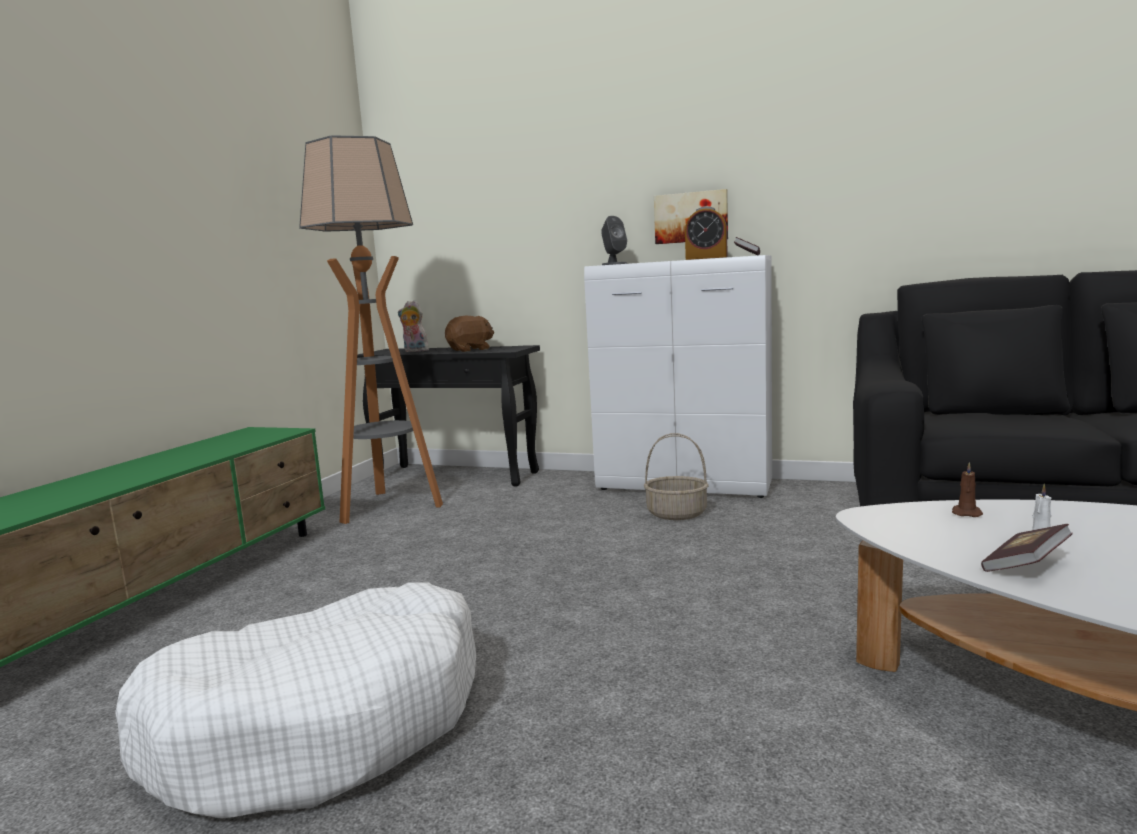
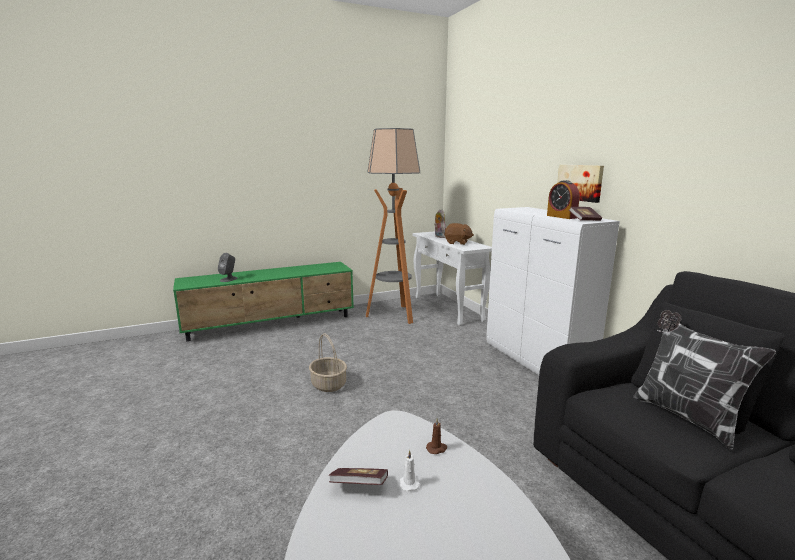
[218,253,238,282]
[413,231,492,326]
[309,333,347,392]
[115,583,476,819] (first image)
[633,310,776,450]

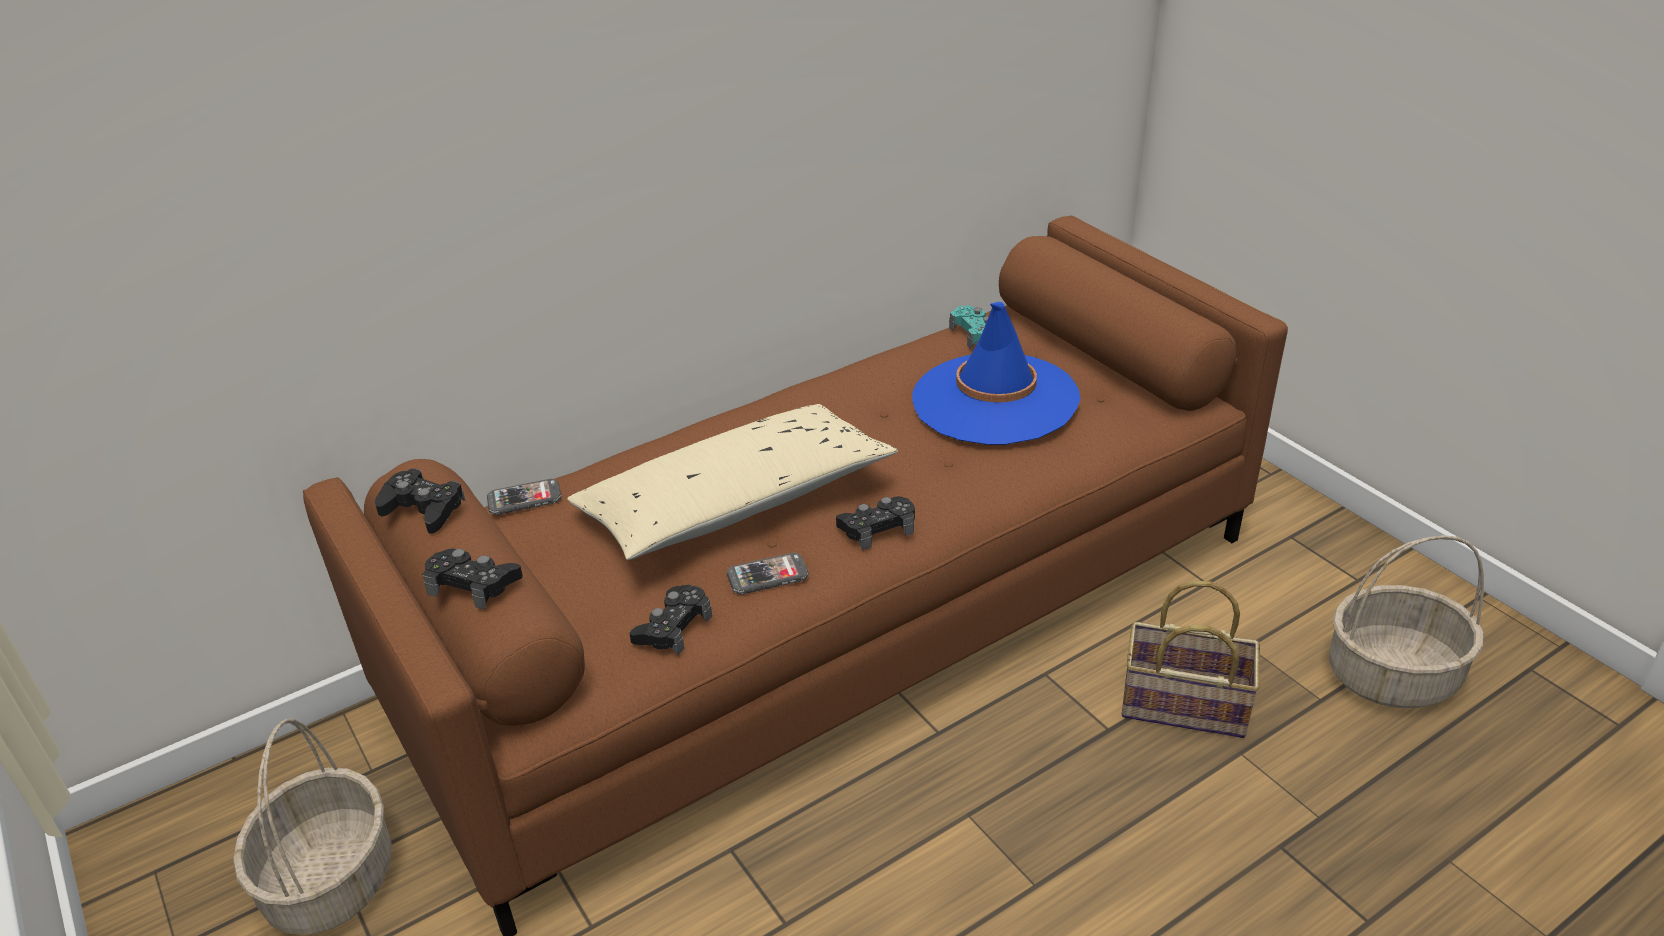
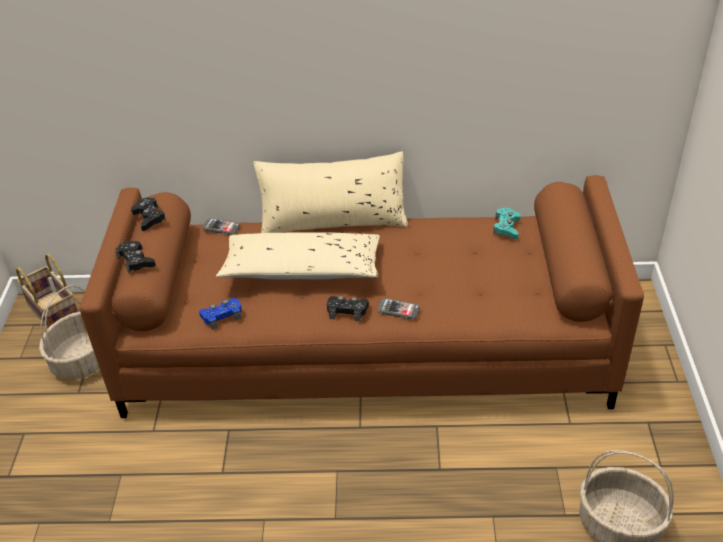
[912,302,1080,445] (first image)
[377,298,420,320]
[16,253,78,328]
[199,298,242,330]
[254,151,408,233]

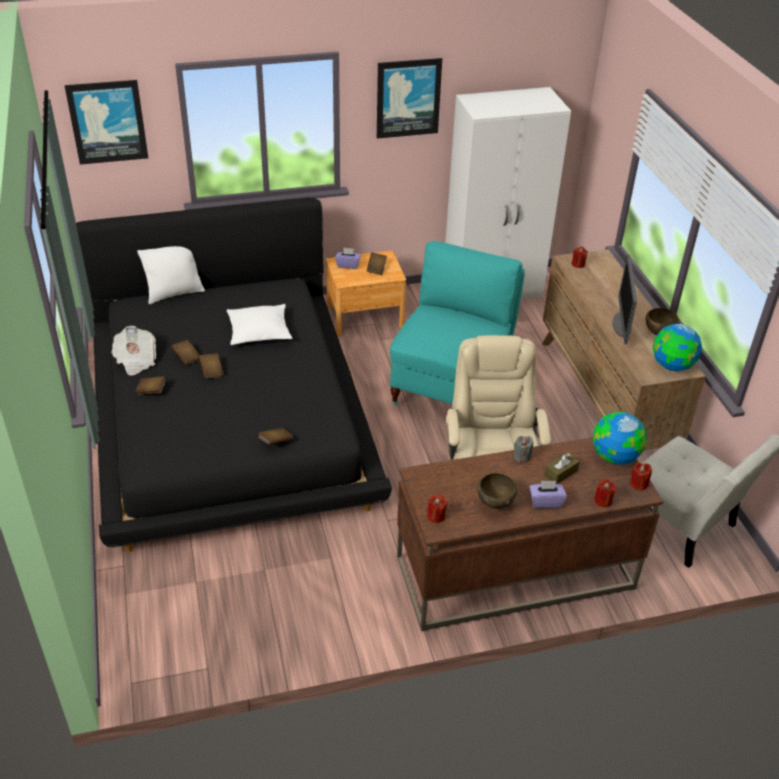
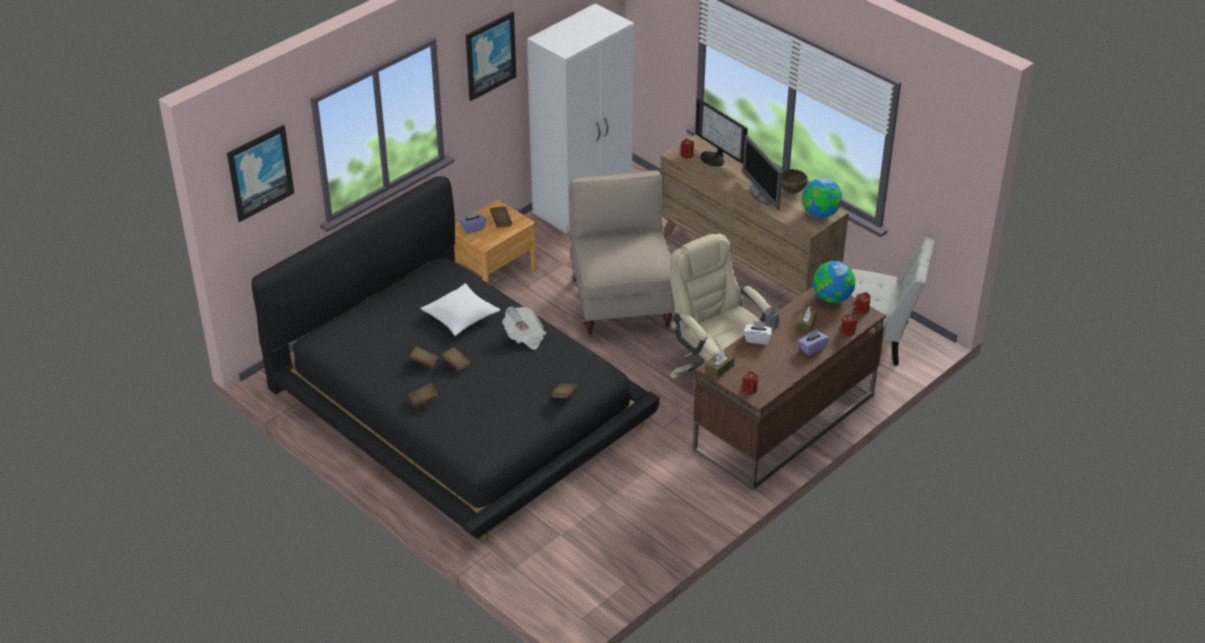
[569,170,673,338]
[137,246,205,304] (first image)
[502,307,546,350]
[478,473,517,509] (first image)
[695,98,748,166]
[744,321,773,345]
[707,350,735,378]

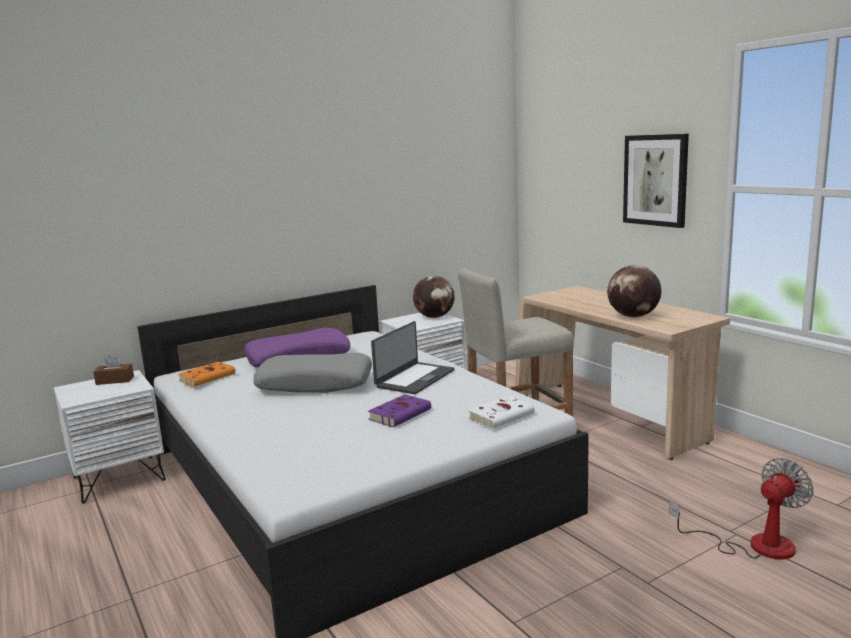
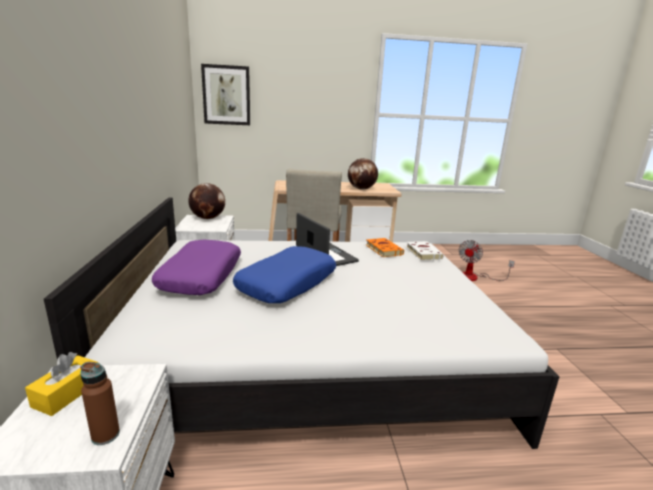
[201,64,250,125]
[233,246,336,303]
[25,352,98,416]
[366,238,404,257]
[368,394,431,427] (first image)
[459,240,515,281]
[80,362,120,445]

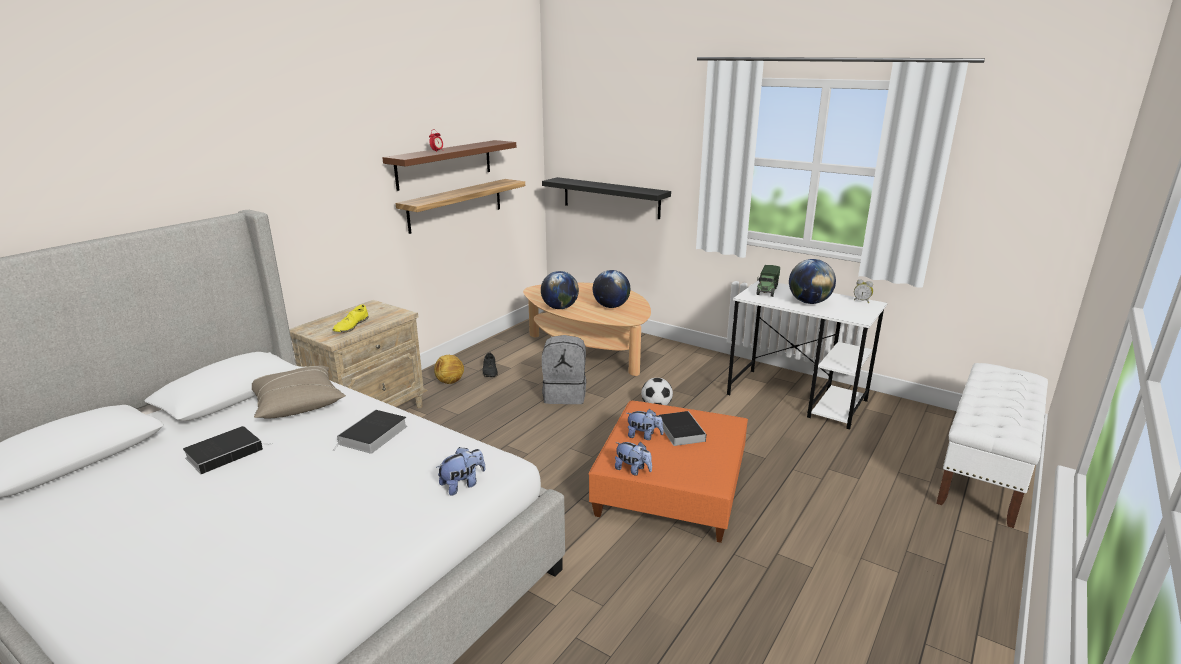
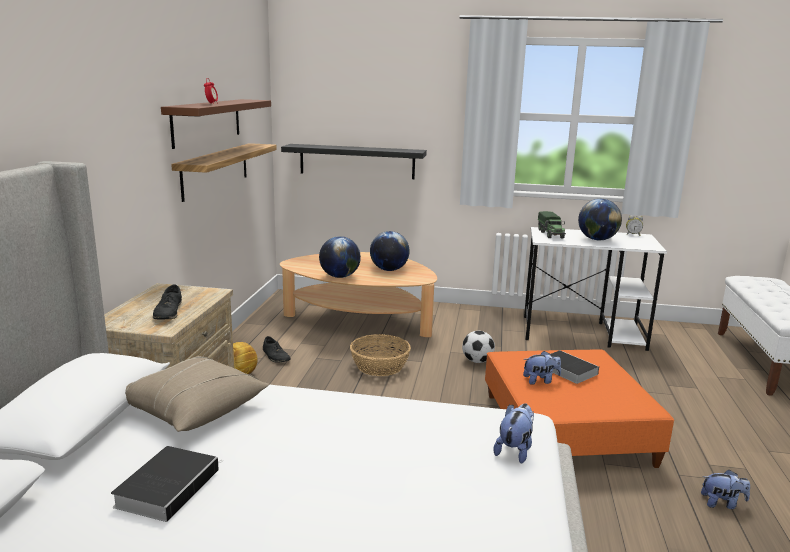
[153,284,182,320]
[350,334,411,376]
[333,410,407,454] (first image)
[701,469,750,509]

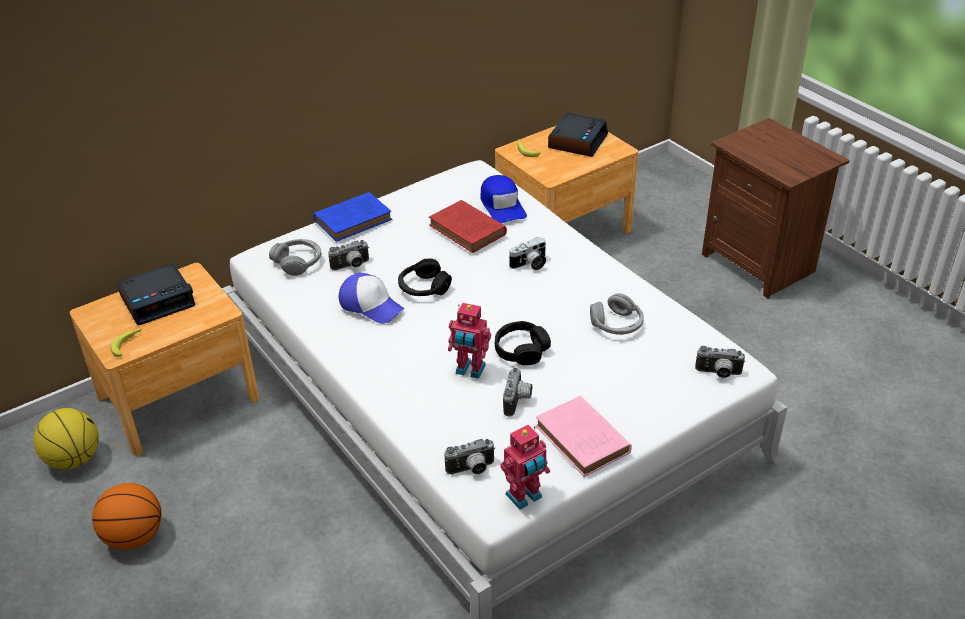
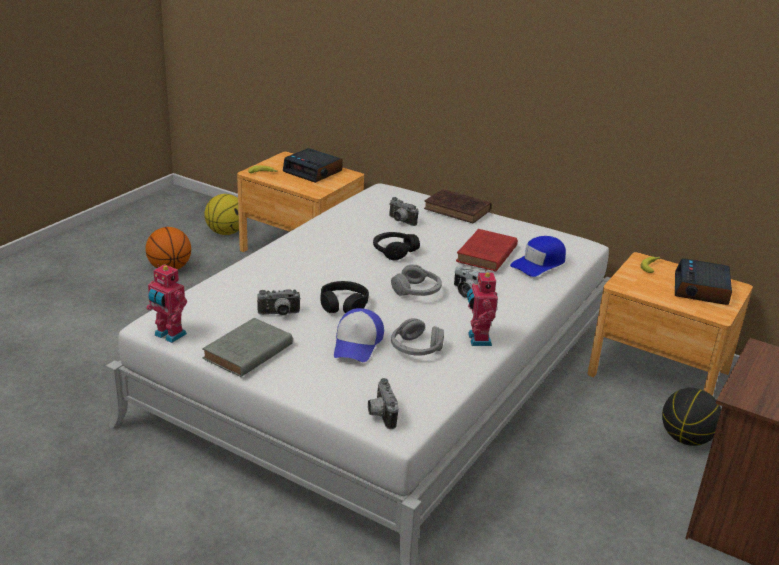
[675,258,732,305]
[424,189,492,223]
[391,264,442,296]
[334,308,384,362]
[467,269,498,346]
[202,318,293,377]
[445,439,496,474] (first image)
[662,388,721,446]

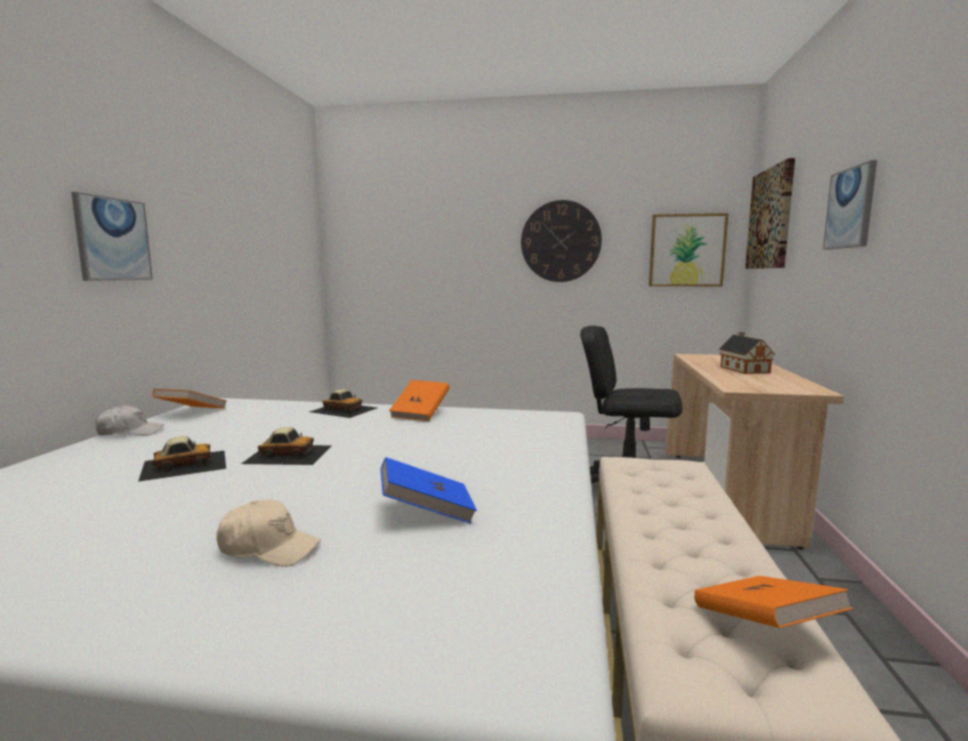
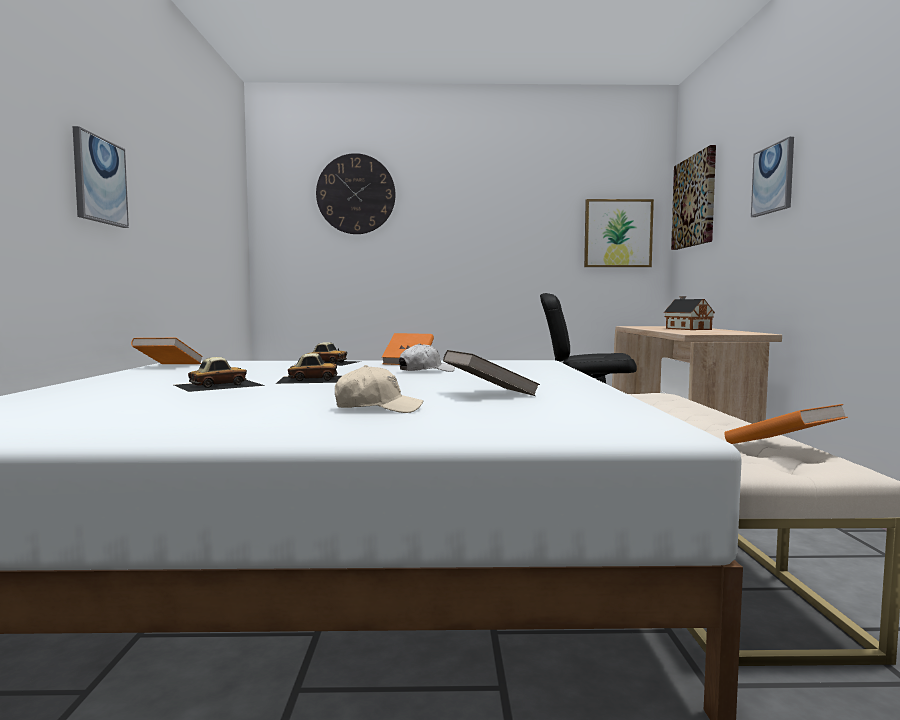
[316,153,395,234]
[399,343,455,372]
[443,350,540,396]

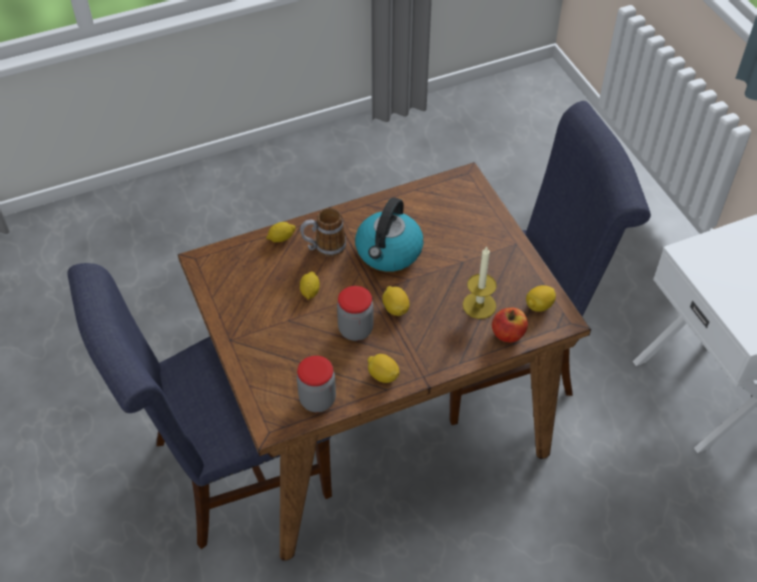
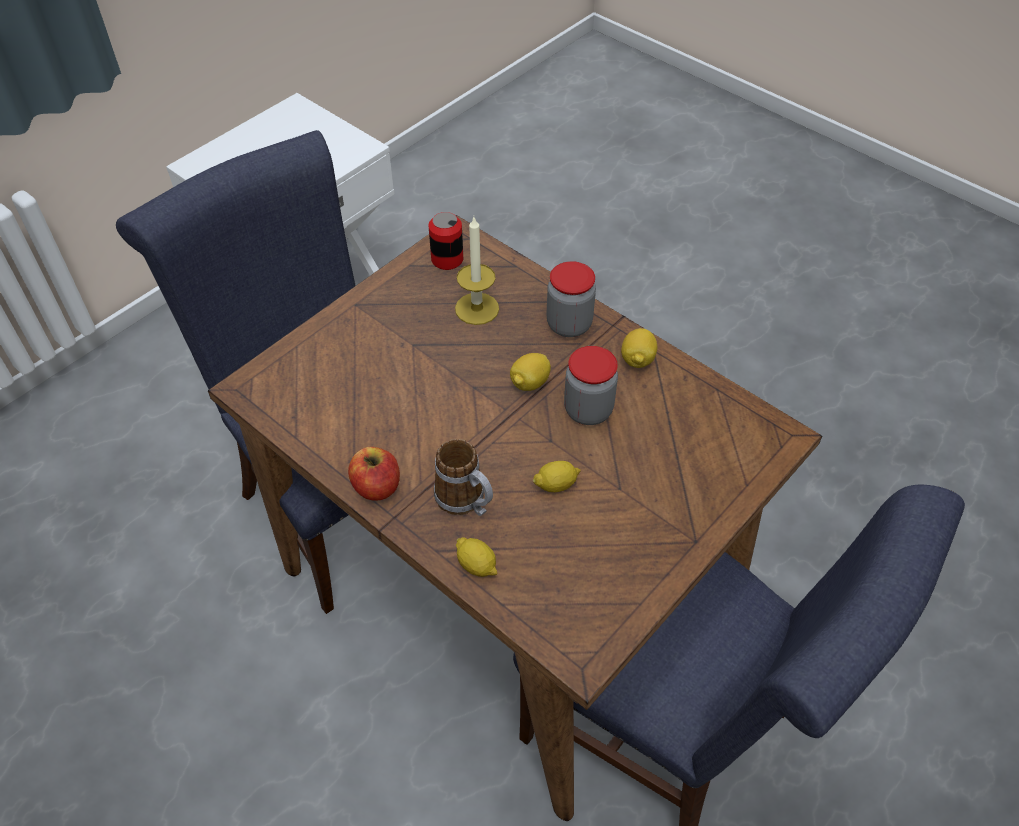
[355,197,424,272] (first image)
[429,212,463,270]
[348,447,400,501]
[546,261,596,337]

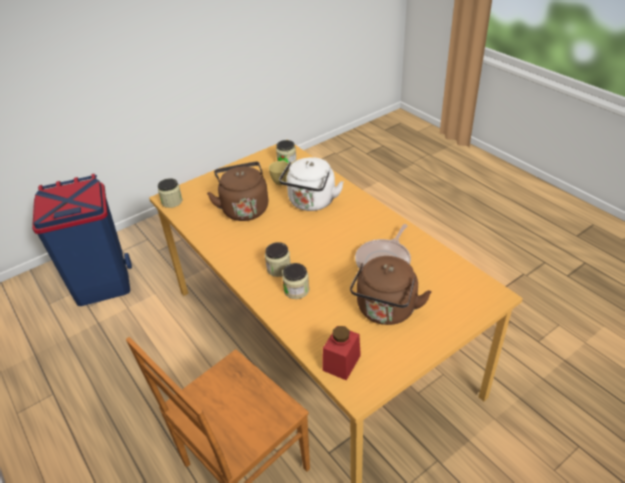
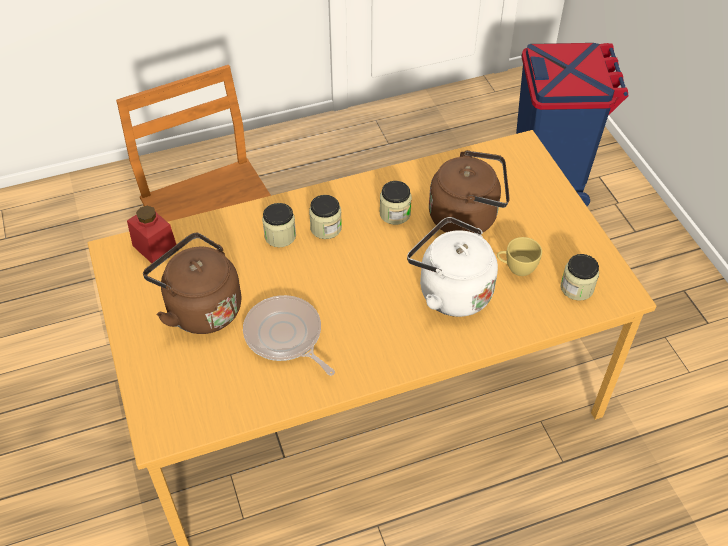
[380,181,412,225]

